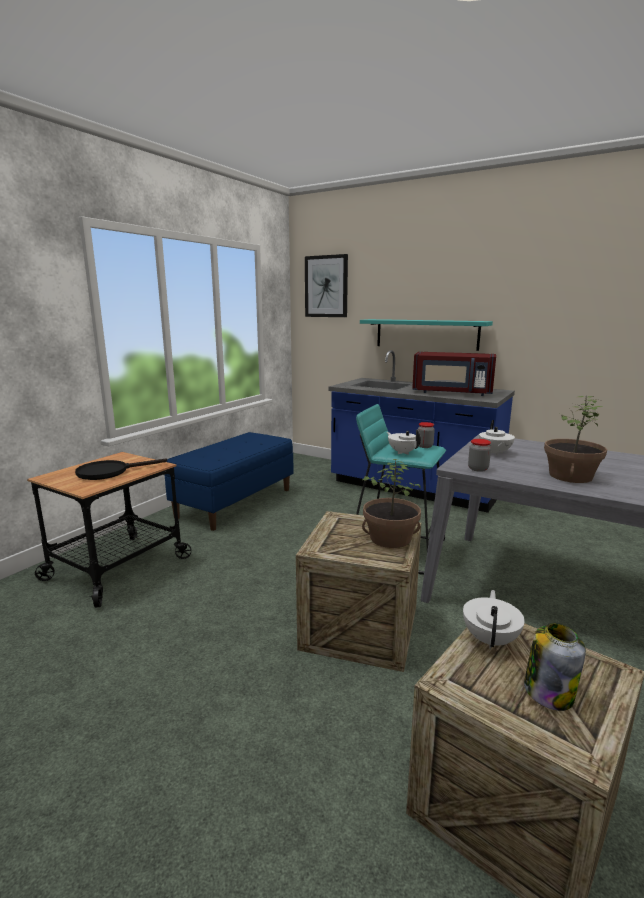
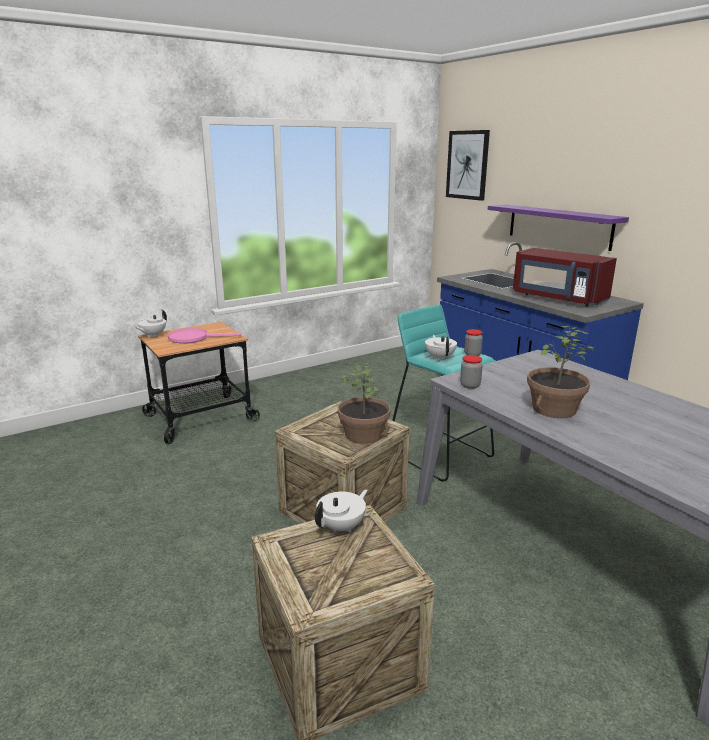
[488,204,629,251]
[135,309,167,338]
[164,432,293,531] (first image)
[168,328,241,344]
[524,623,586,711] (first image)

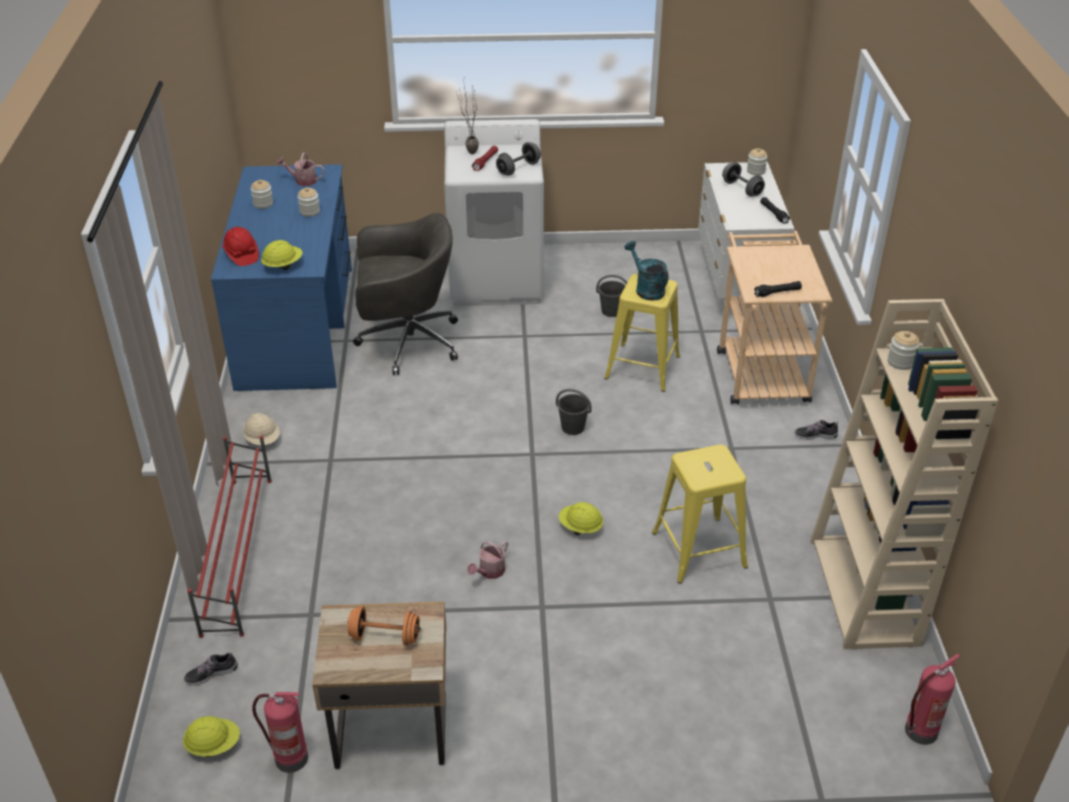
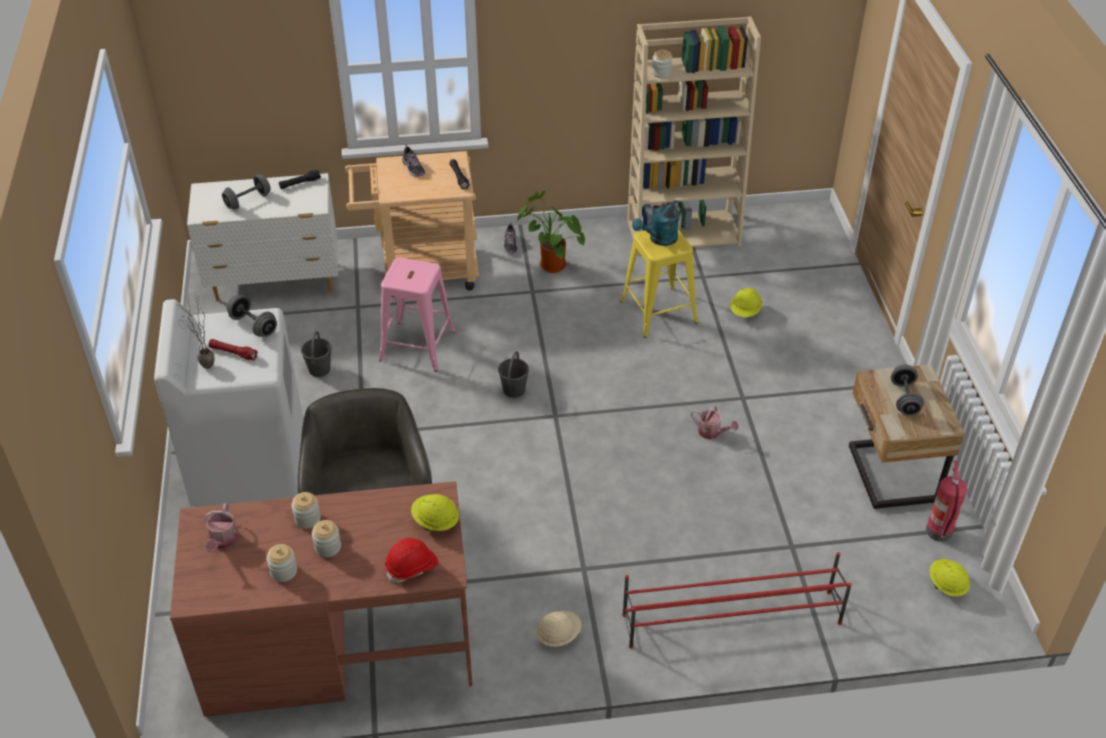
[312,520,341,557]
[170,481,473,717]
[632,200,683,246]
[379,258,456,372]
[730,288,762,317]
[891,364,924,416]
[402,145,425,177]
[905,654,961,745] (first image)
[517,191,585,273]

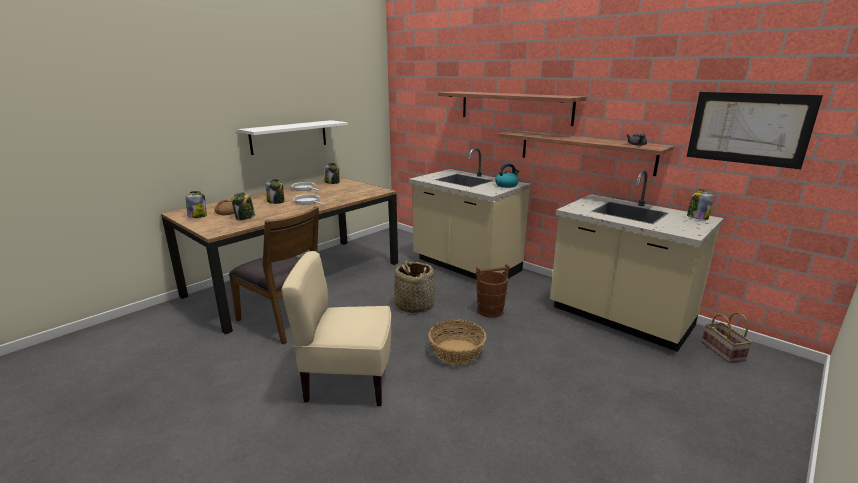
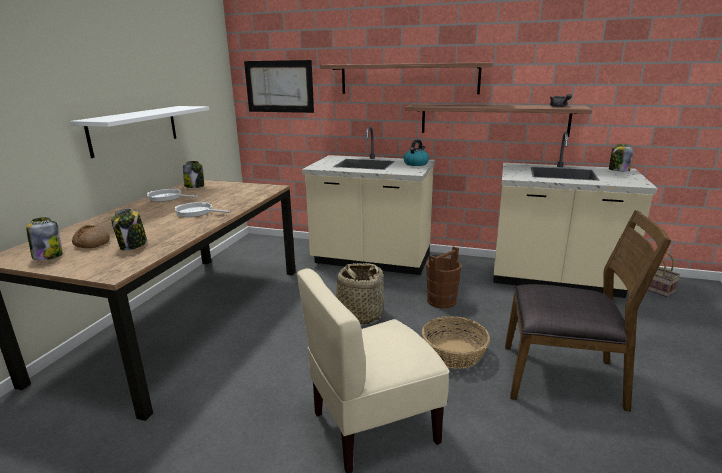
[244,60,314,113]
[266,179,284,204] (first image)
[505,210,672,412]

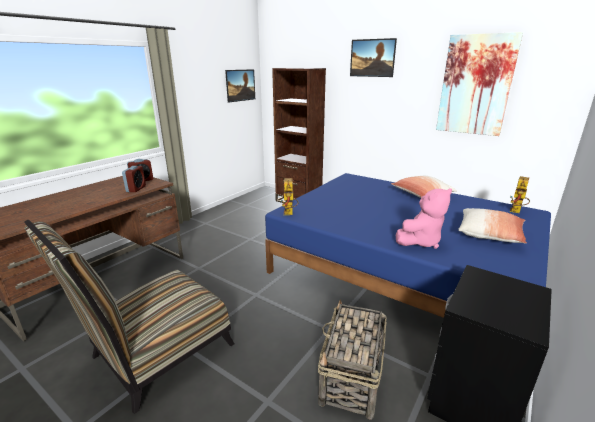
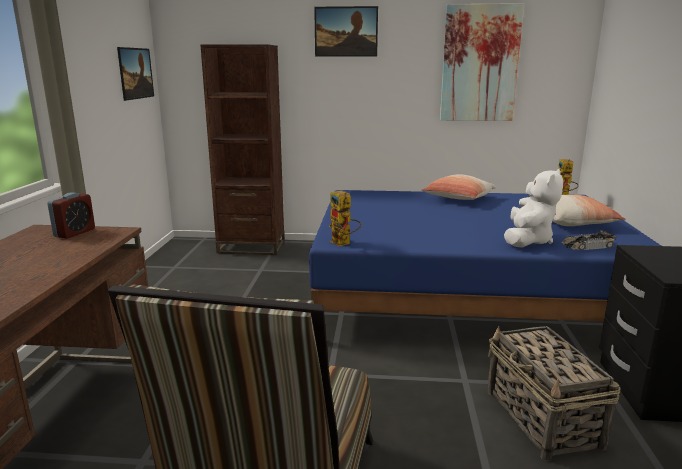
[122,166,146,192] (first image)
[504,169,563,248]
[562,230,617,250]

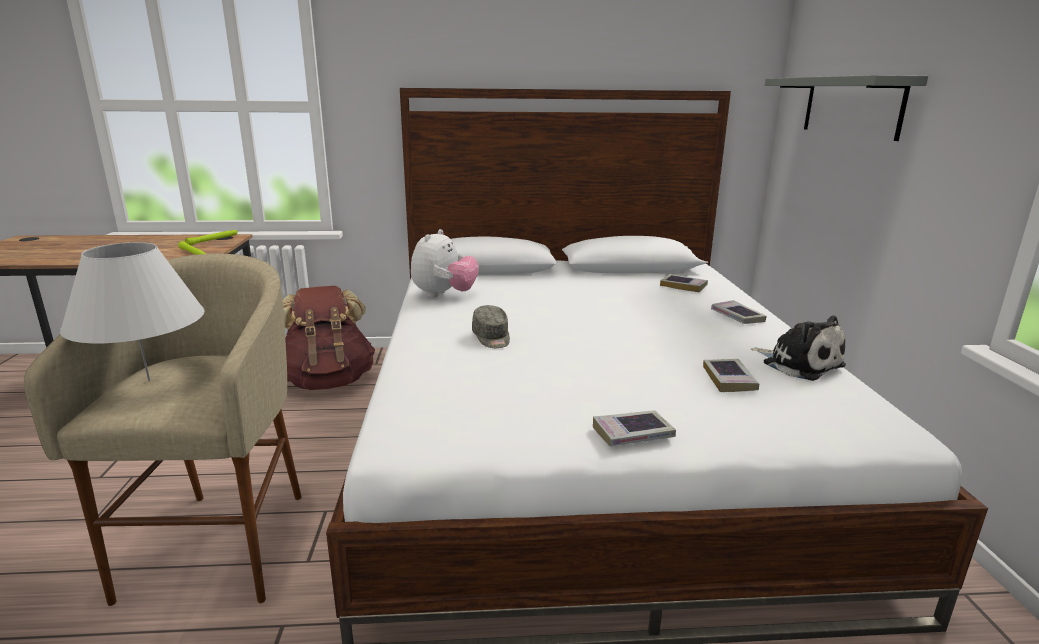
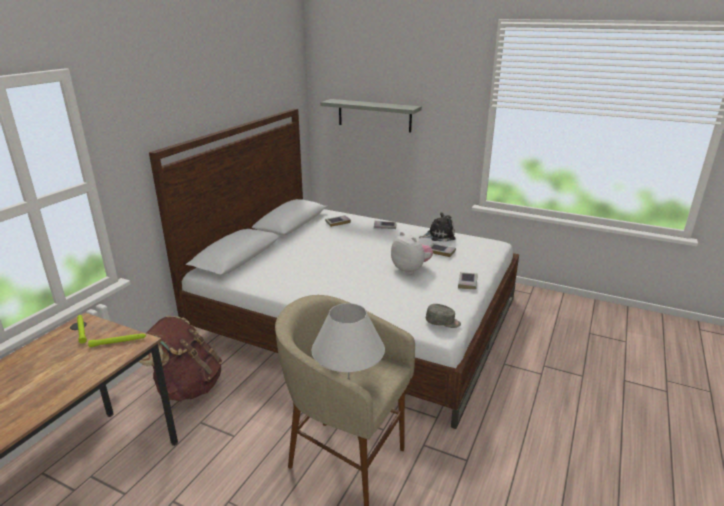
[391,232,433,274]
[426,304,461,328]

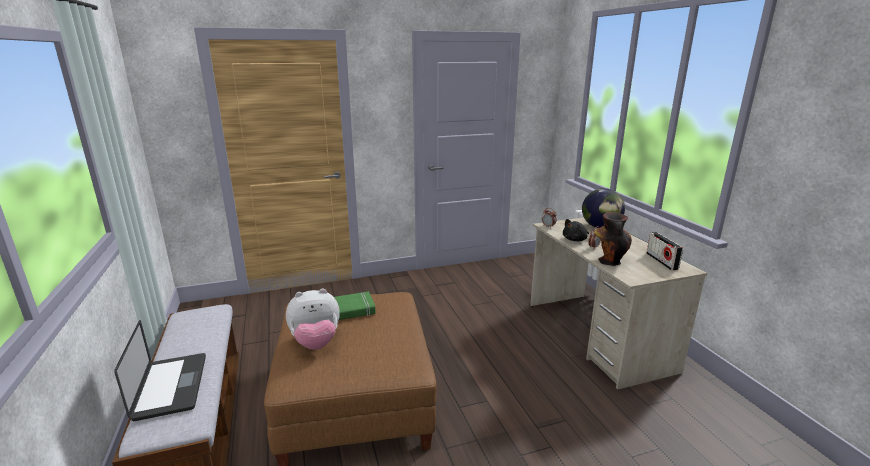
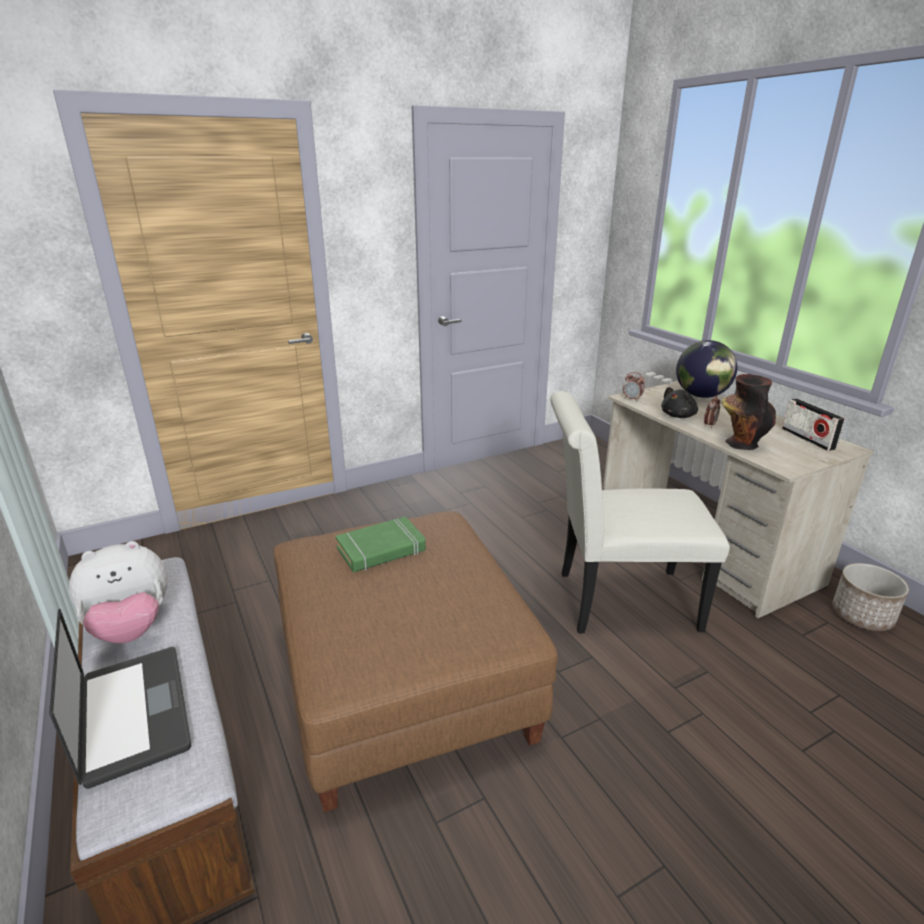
[69,541,168,643]
[550,391,730,634]
[832,563,909,631]

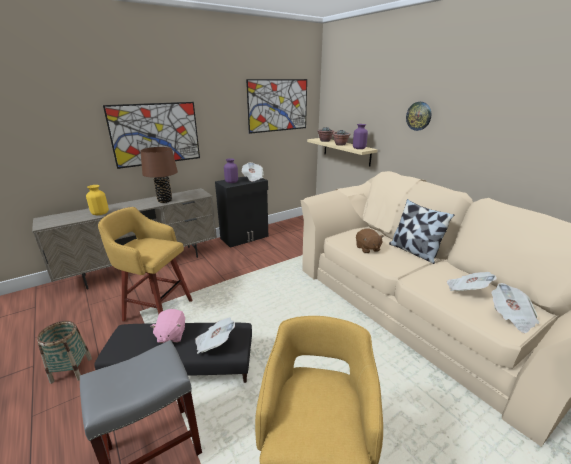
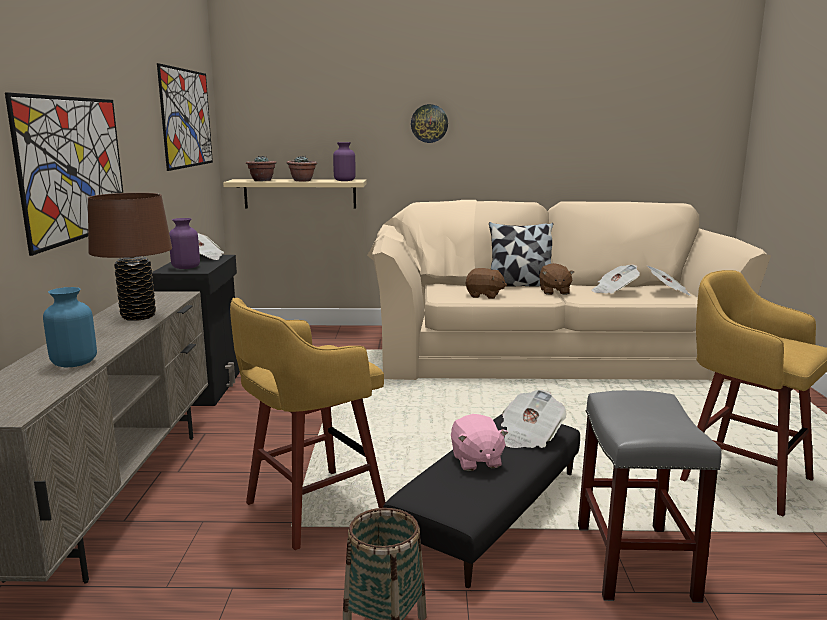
[43,287,97,367]
[451,414,508,471]
[539,263,574,295]

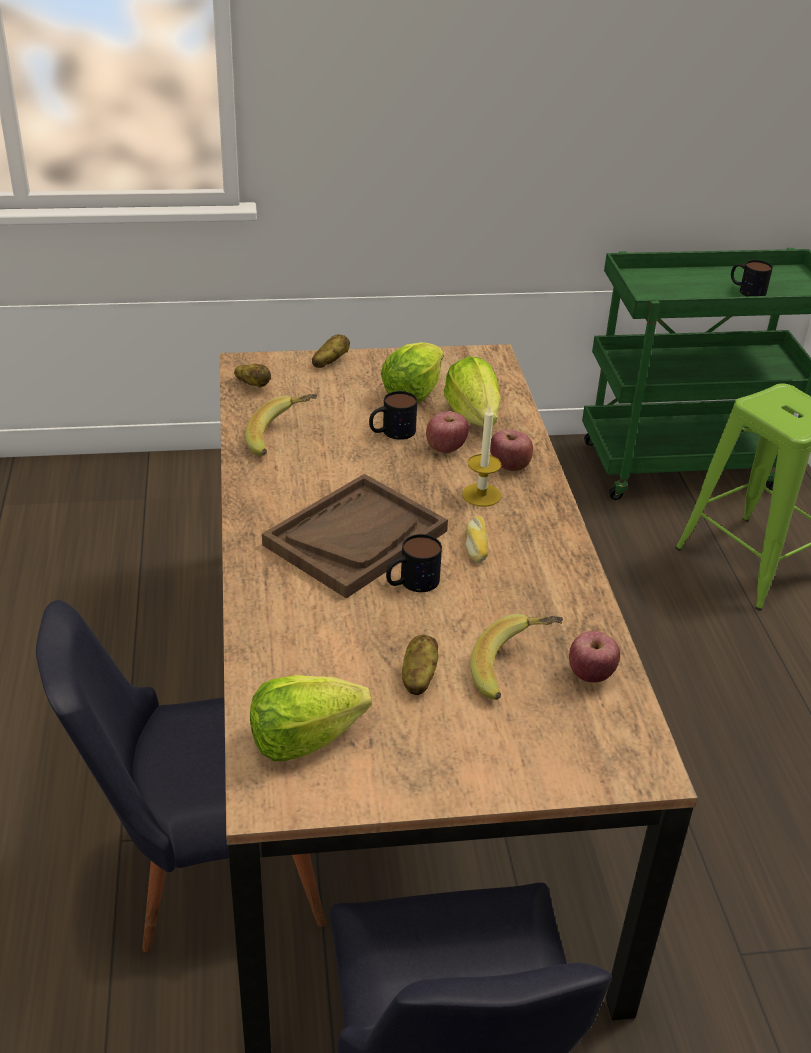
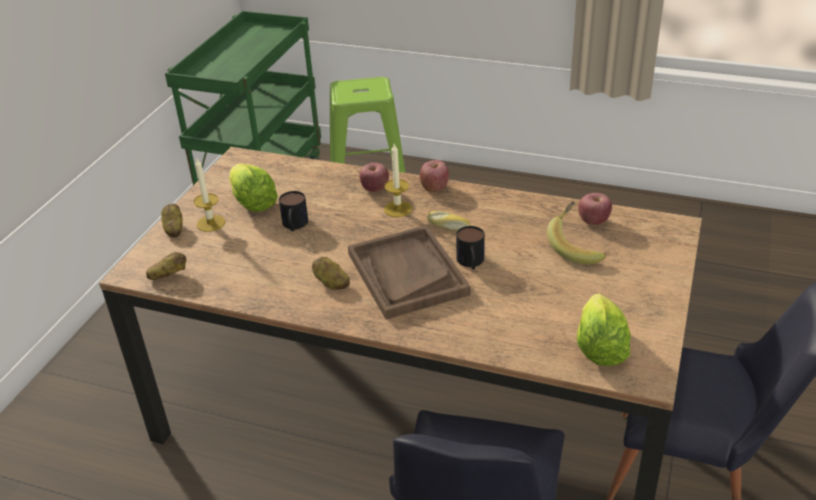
[731,260,773,296] (first image)
[444,356,501,426] (first image)
[245,394,317,455] (first image)
[420,160,449,192]
[312,257,350,290]
[194,159,225,232]

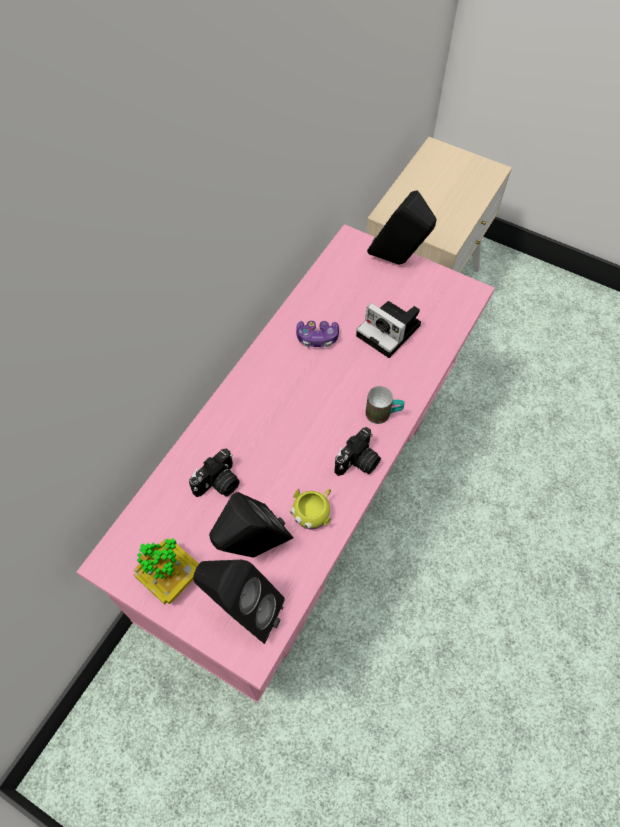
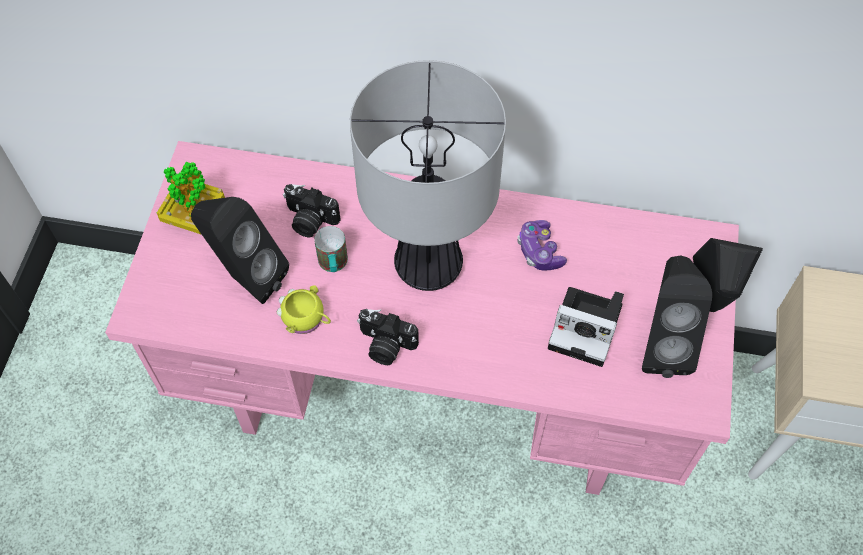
[548,287,624,367]
[314,226,348,272]
[642,256,712,378]
[350,60,506,291]

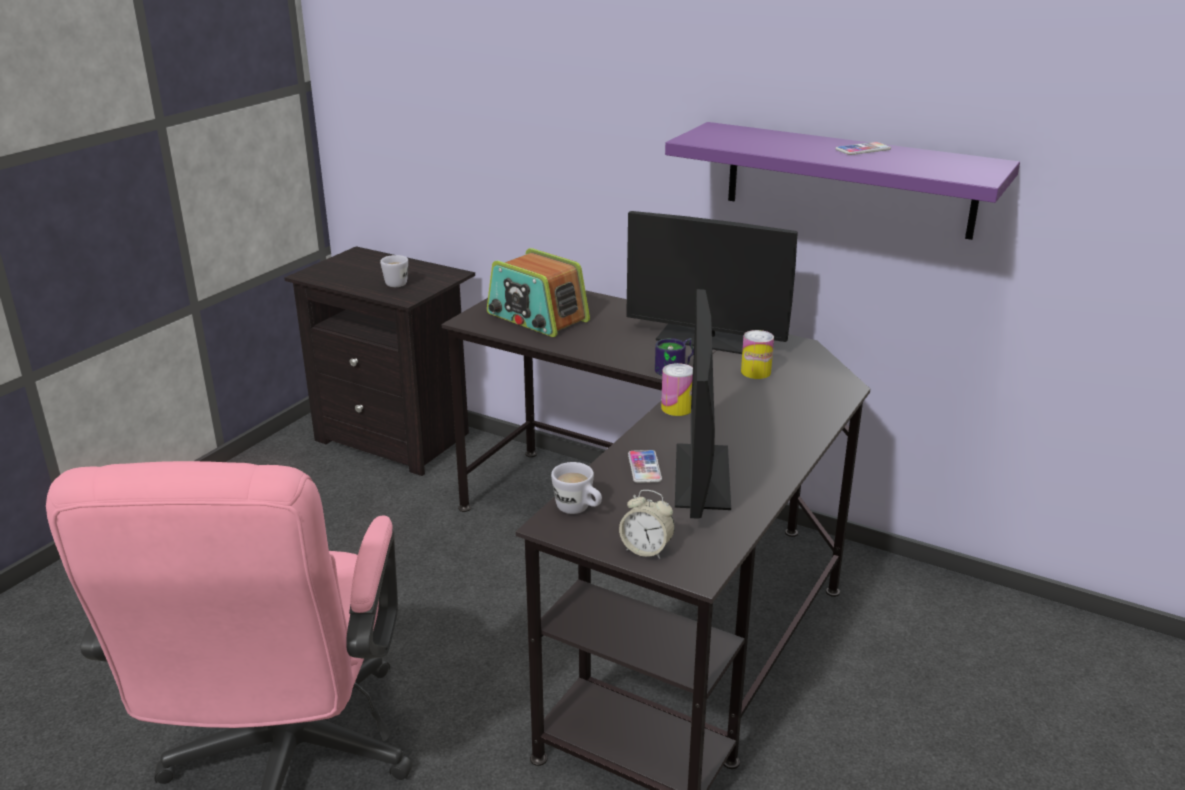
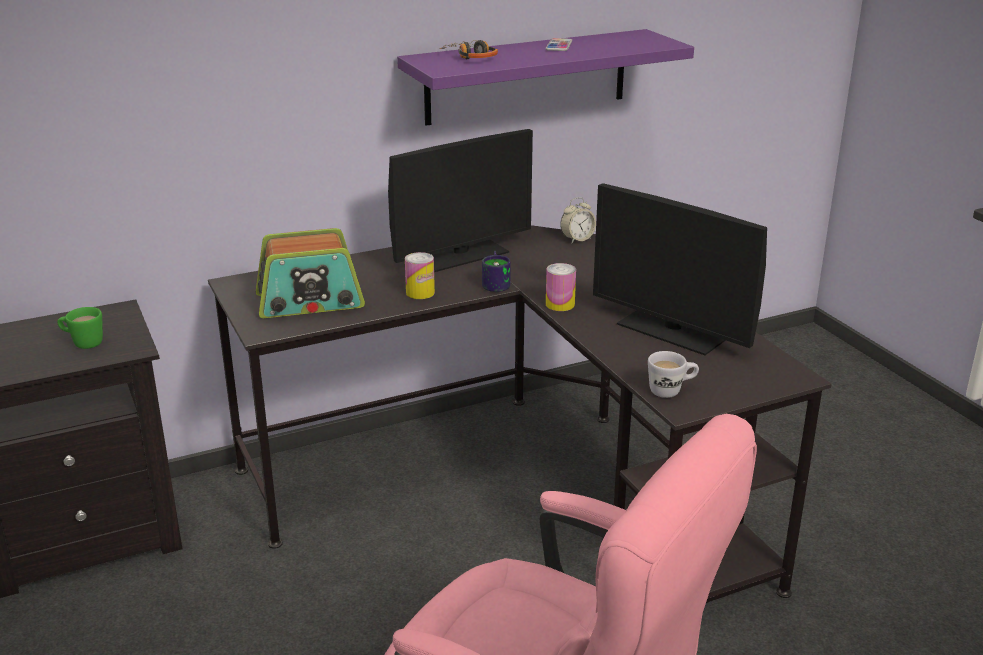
[57,307,103,349]
[405,252,435,299]
[628,450,662,483] (first image)
[560,197,596,244]
[439,40,498,59]

